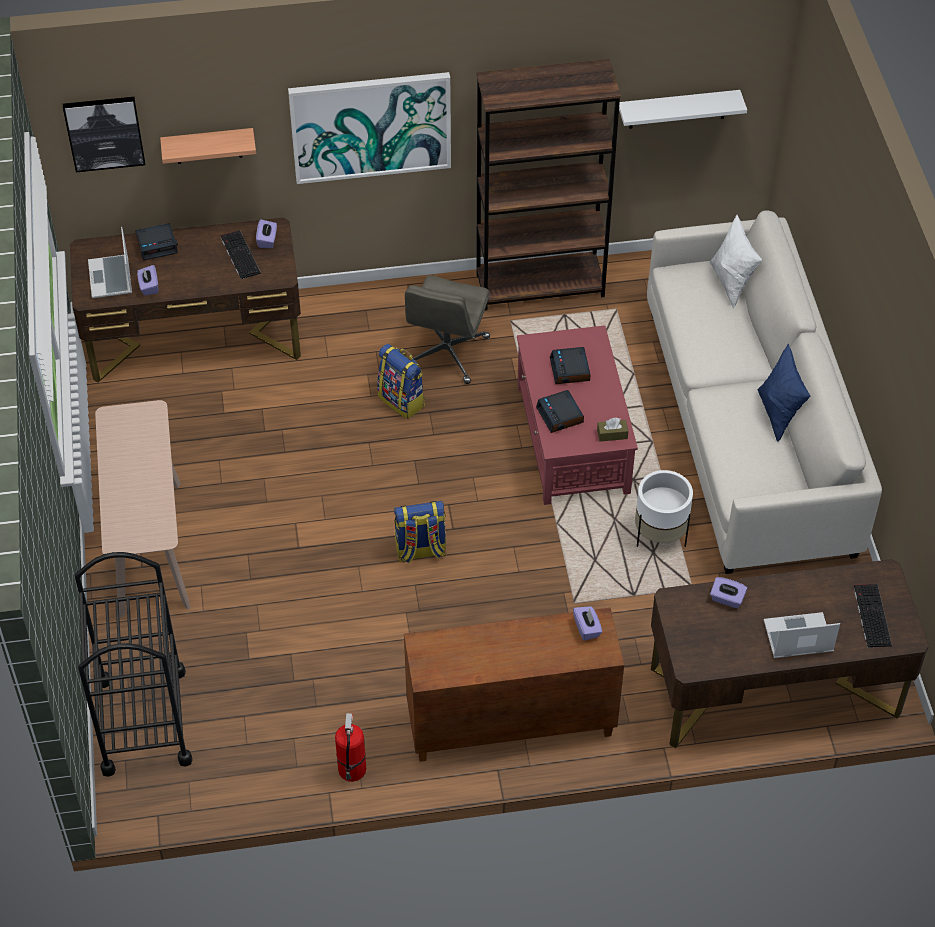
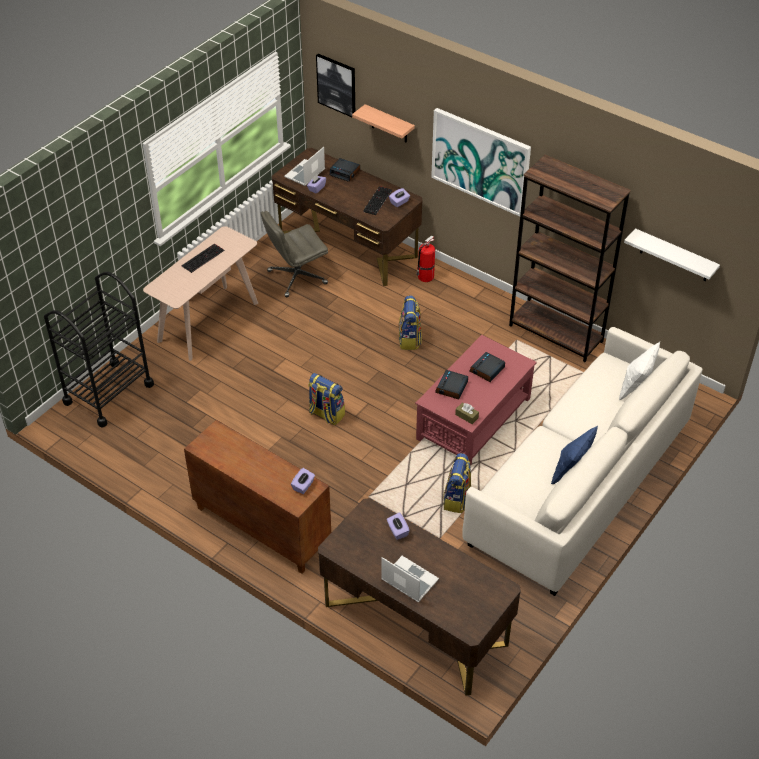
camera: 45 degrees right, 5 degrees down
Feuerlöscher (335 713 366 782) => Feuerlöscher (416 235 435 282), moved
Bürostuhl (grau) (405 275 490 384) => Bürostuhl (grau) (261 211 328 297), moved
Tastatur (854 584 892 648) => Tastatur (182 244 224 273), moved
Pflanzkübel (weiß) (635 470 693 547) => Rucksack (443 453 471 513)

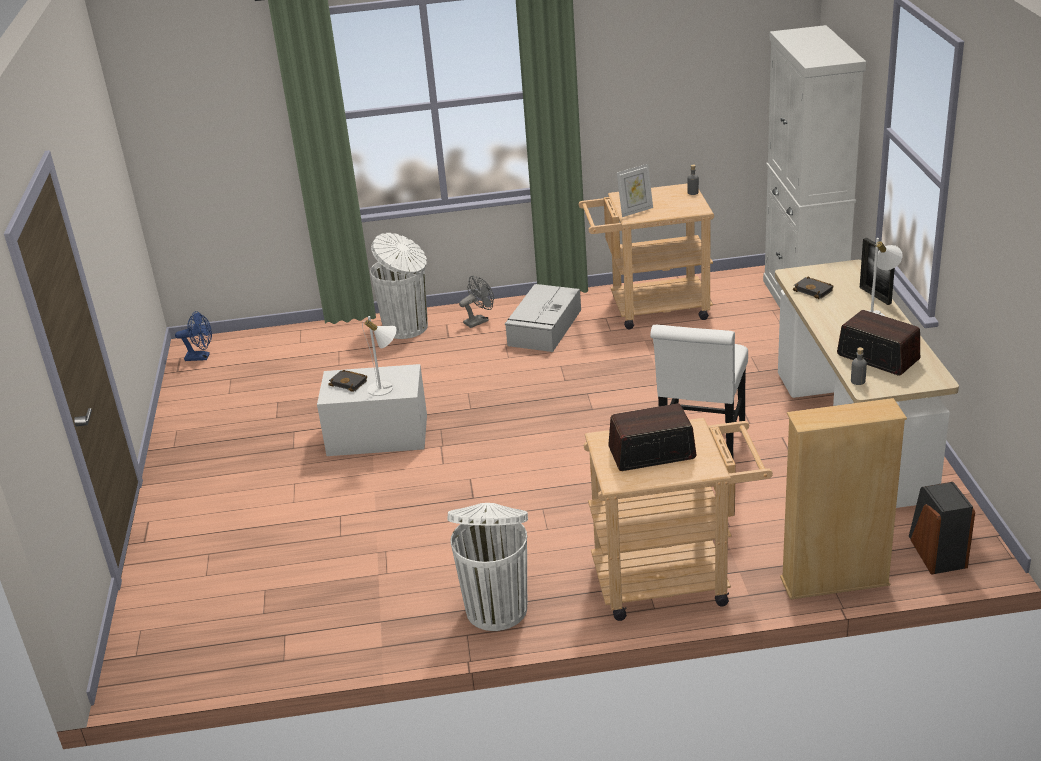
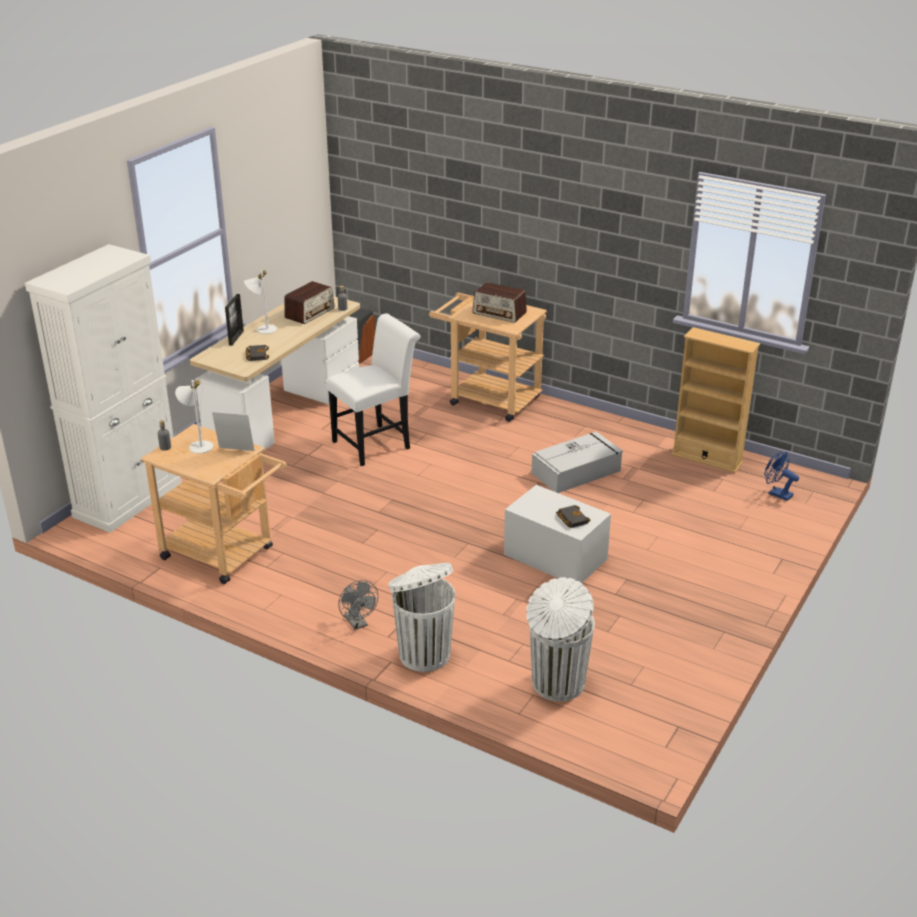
camera: 145 degrees left, 0 degrees up
Ventilator (blau) (175 311 212 361) => Ventilator (blau) (764 451 799 501), moved
Tischlampe (weiß) (362 316 396 396) => Tischlampe (weiß) (175 380 213 454), moved
Mülleimer (weiß) (447 503 528 631) => Mülleimer (weiß) (526 577 595 701), moved
Aufbewahrungsbox (grau) (505 284 581 352) => Aufbewahrungsbox (grau) (532 432 623 493), moved
Bücherregal (beige) (780 398 907 600) => Bücherregal (beige) (671 327 760 473), moved
Ventilator (grau) (459 276 494 328) => Ventilator (grau) (338 580 378 630), 120 degrees counterclockwise
Radio (837 310 920 376) => Radio (284 281 334 324), 135 degrees counterclockwise

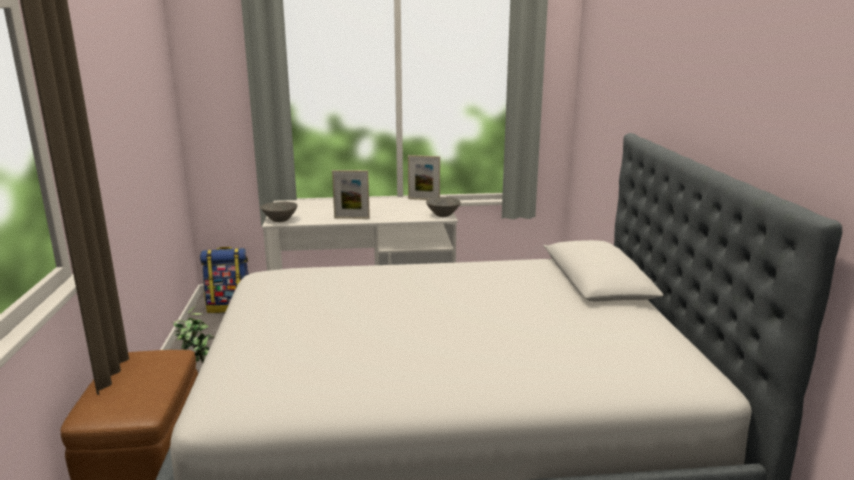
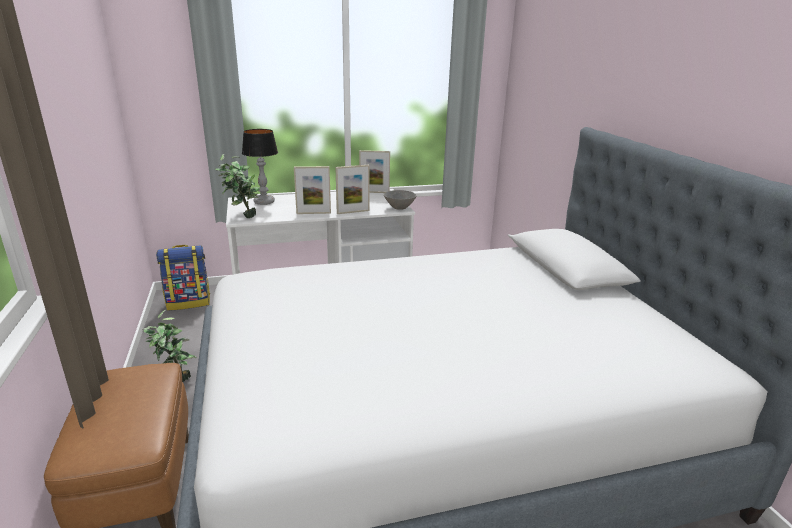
camera: 10 degrees left, 5 degrees up
nothing => Tischlampe (242 129 278 205)
nothing => Bilderrahmen (336 165 370 214)
Schüssel (grau) (260 201 297 222) => Topfpflanze (215 154 260 218)

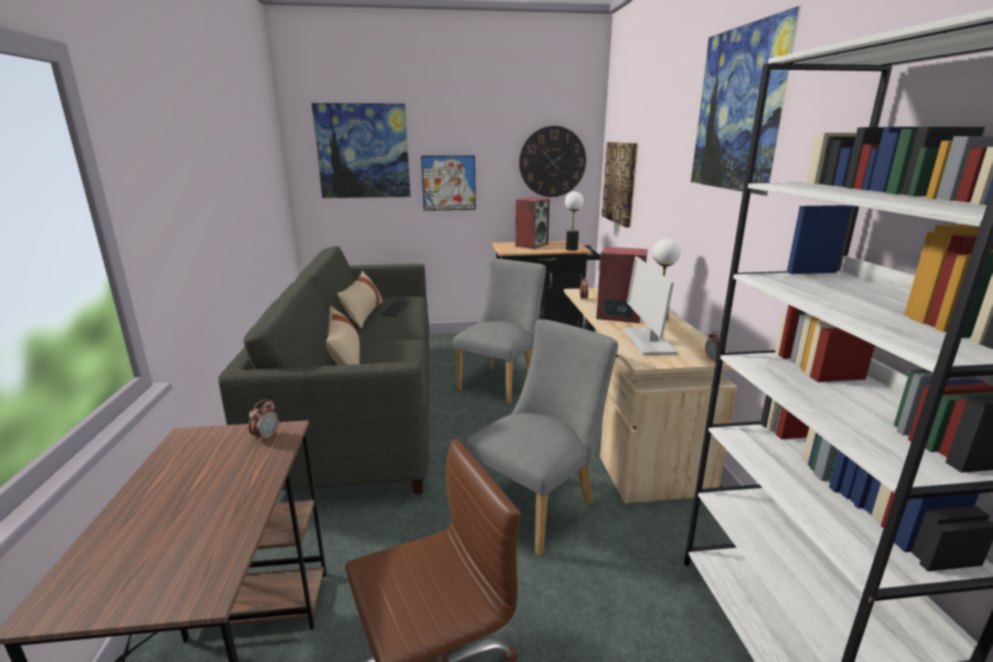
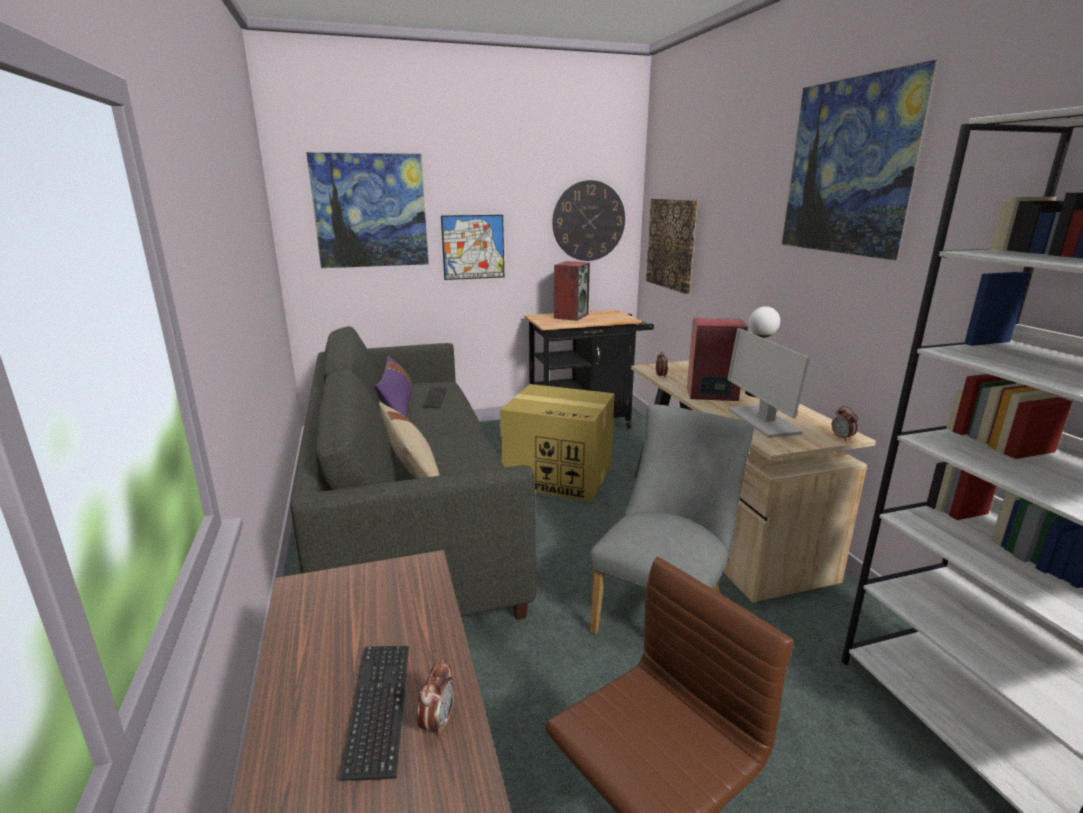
camera: 10 degrees left, 0 degrees up
Tischlampe (565 191 584 251) => nothing
nothing => Tastatur (339 646 409 781)
Wecker (248 399 279 443) => Wecker (417 659 455 738), moved
Stuhl (grau) (453 259 546 404) => Karton (500 384 615 502)
Kissen (beige) (337 271 383 328) => Kissen (lila) (376 356 413 418)

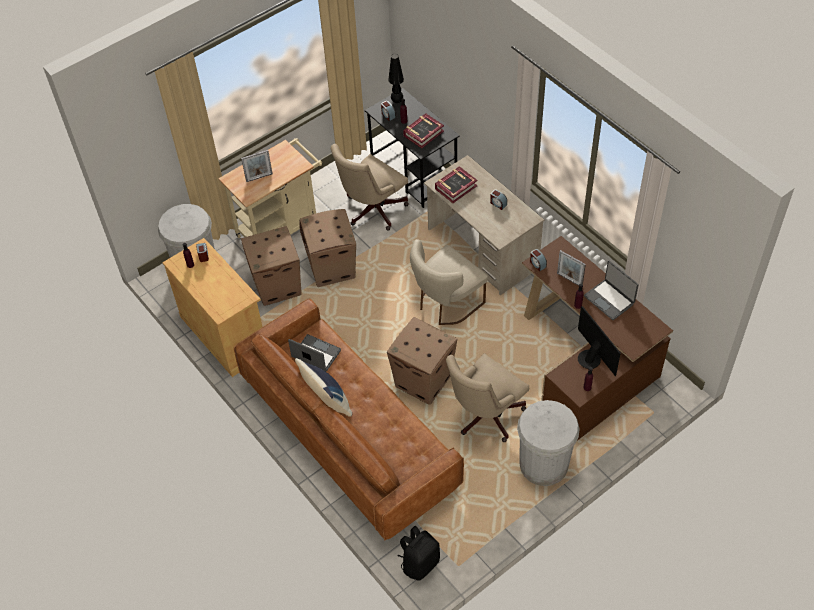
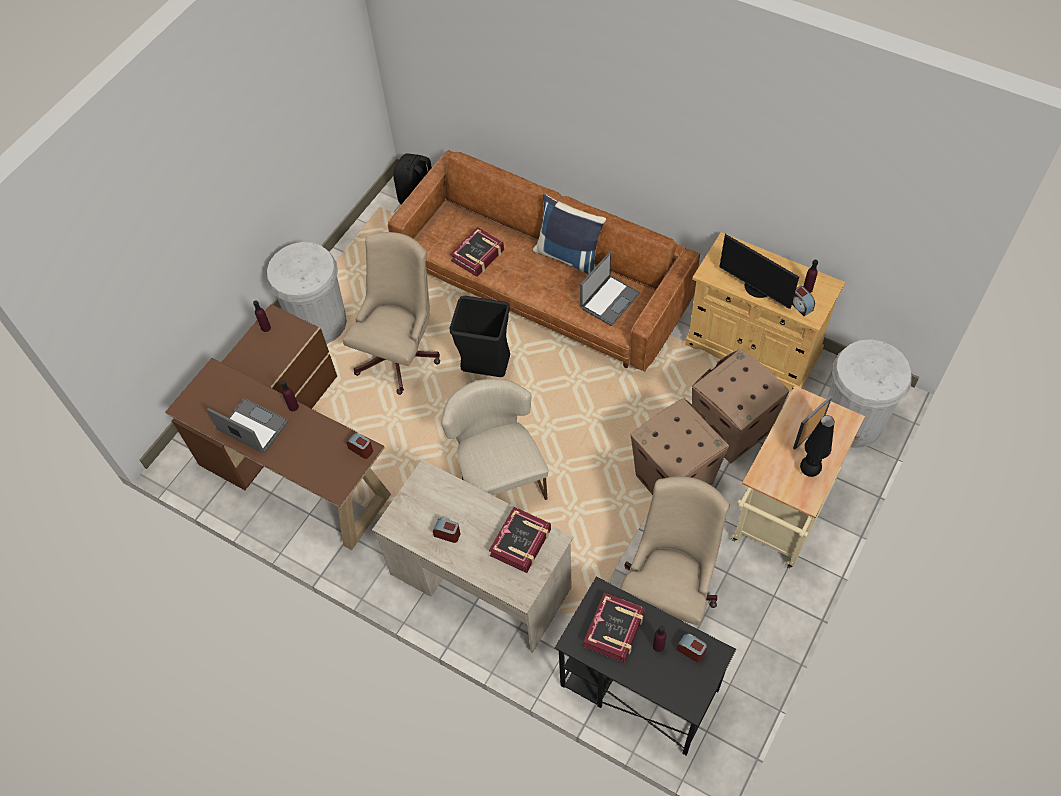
camera: 160 degrees right, 5 degrees up
Bilderrahmen (557 250 586 286) => nothing
nothing => Buch (450 227 504 277)
Tischlampe (schwarz) (388 54 404 103) => Tischlampe (schwarz) (800 415 834 477), moved
Monitor (578 306 621 376) => Monitor (720 234 799 309), moved
Karton (387 317 457 405) => Mülleimer (schwarz) (450 296 510 377)
Laptop (288 334 341 371) => Laptop (580 252 640 326), 60 degrees counterclockwise
Stuhl (beige) (410 239 488 325) => Stuhl (beige) (441 379 548 500), 45 degrees counterclockwise

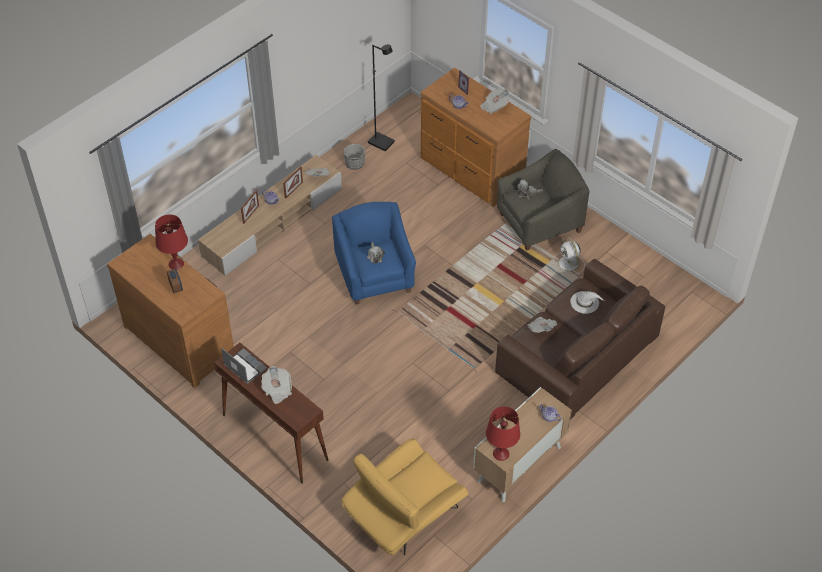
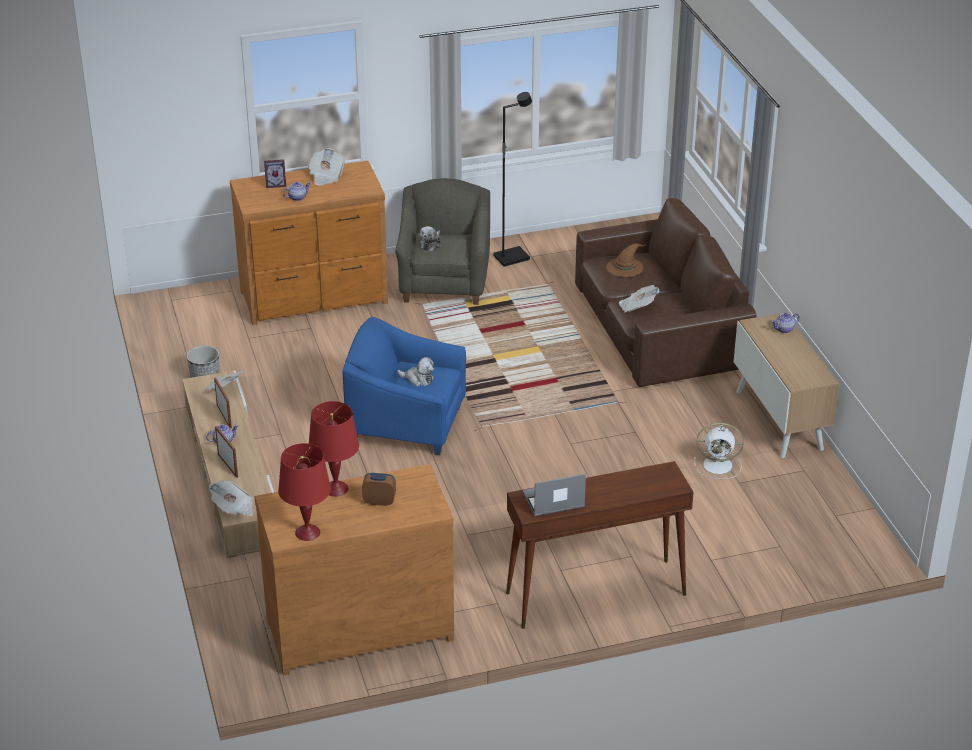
camera: 60 degrees left, 15 degrees down
Sessel (gelb) (342 439 469 555) => nothing
Zeitung (261 366 292 404) => Zeitung (209 480 253 516), moved
Stehlampe (schwarz) (368 44 395 151) => Stehlampe (schwarz) (493 92 532 267), moved
Tischlampe (rot) (486 406 520 461) => Tischlampe (rot) (278 443 331 541), moved
Ventilator (weiß) (553 236 585 275) => Ventilator (weiß) (694 423 743 479), moved
Hut (weiß) (570 291 606 314) => Hut (braun) (606 244 646 277)

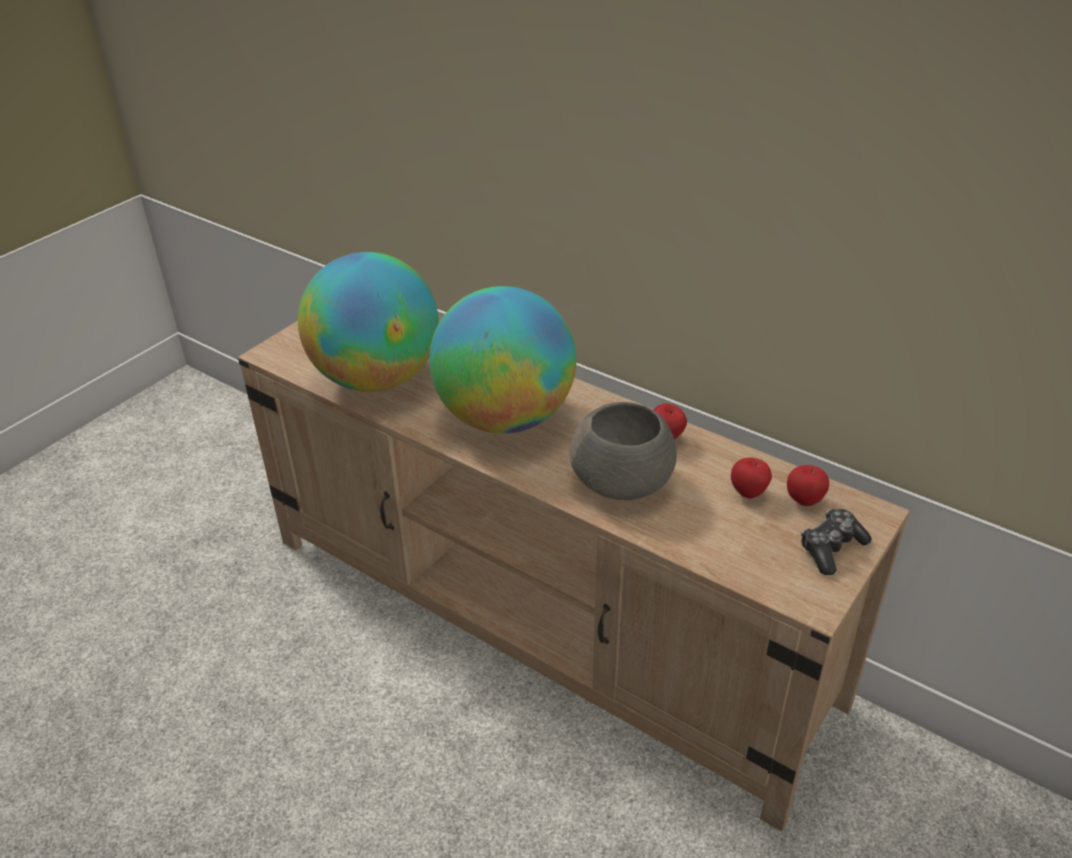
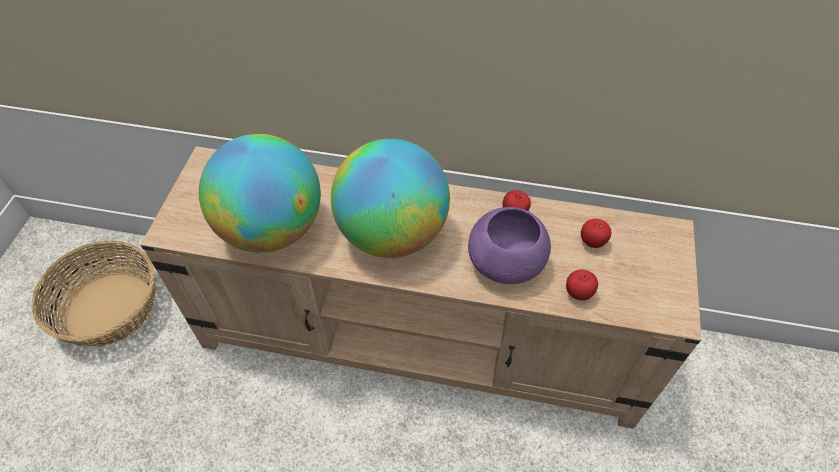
camera: 25 degrees left, 15 degrees up
Gamepad (801 509 872 575) => nothing
nothing => Korb (31 240 156 346)
Apfel (787 465 829 506) => Apfel (566 269 598 300), moved
Schüssel (grau) (569 402 677 500) => Schüssel (lila) (468 207 551 284)

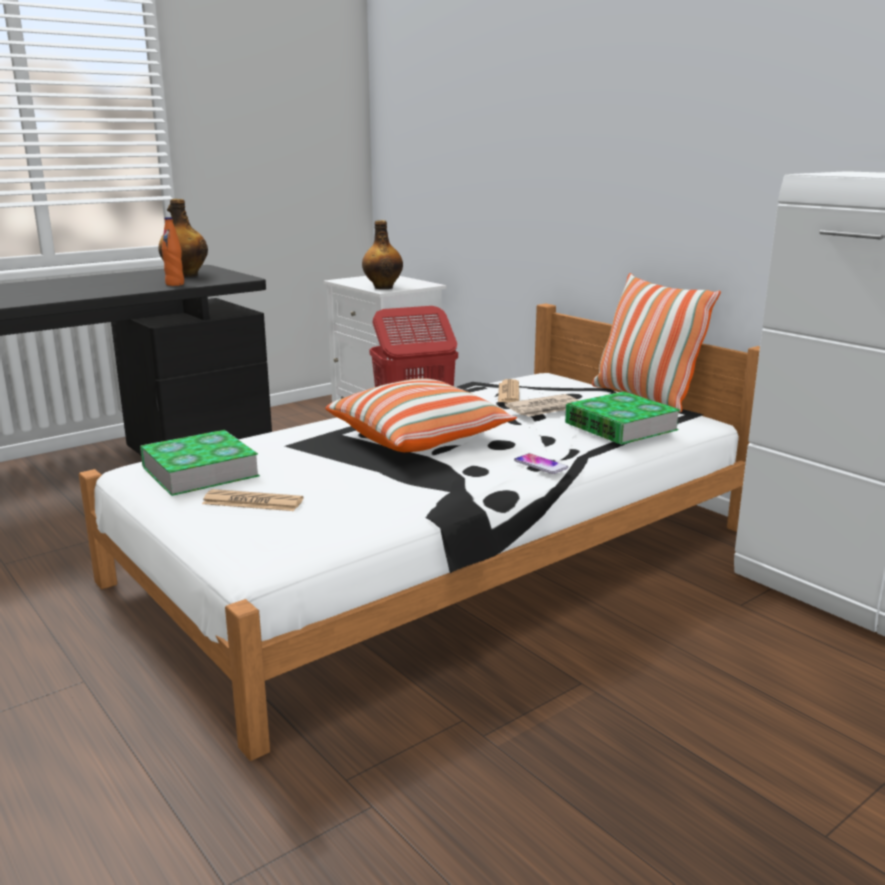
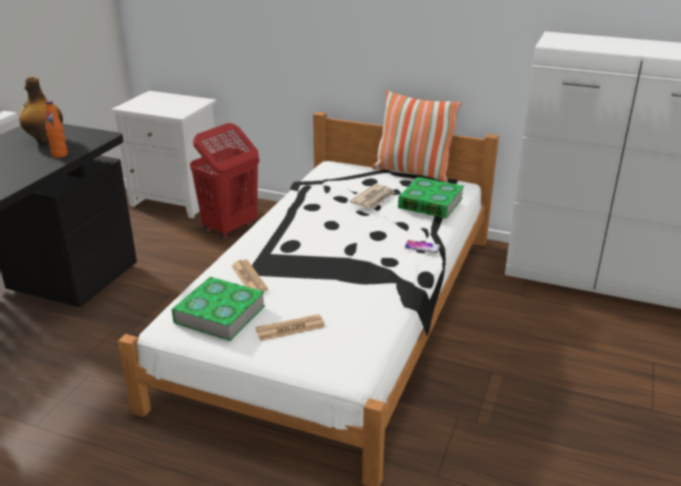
camera: 30 degrees left, 10 degrees up
Kissen (325 378 517 452) => nothing
Flasche (362 220 403 289) => nothing
Zeitung (498 379 519 403) => Zeitung (232 259 268 291), moved

